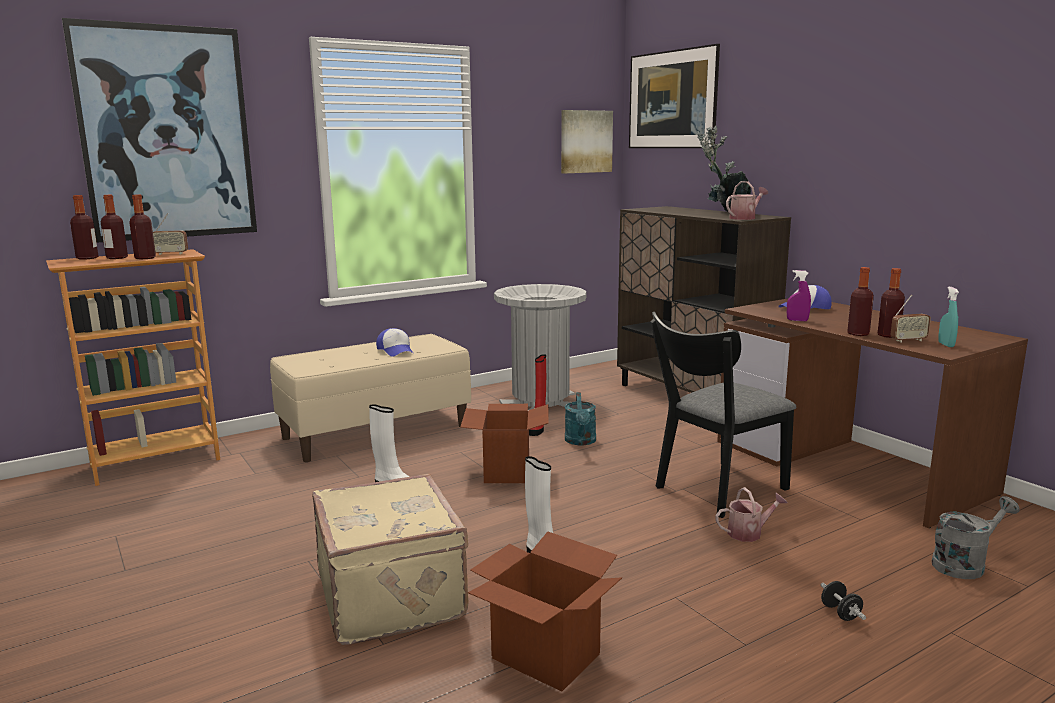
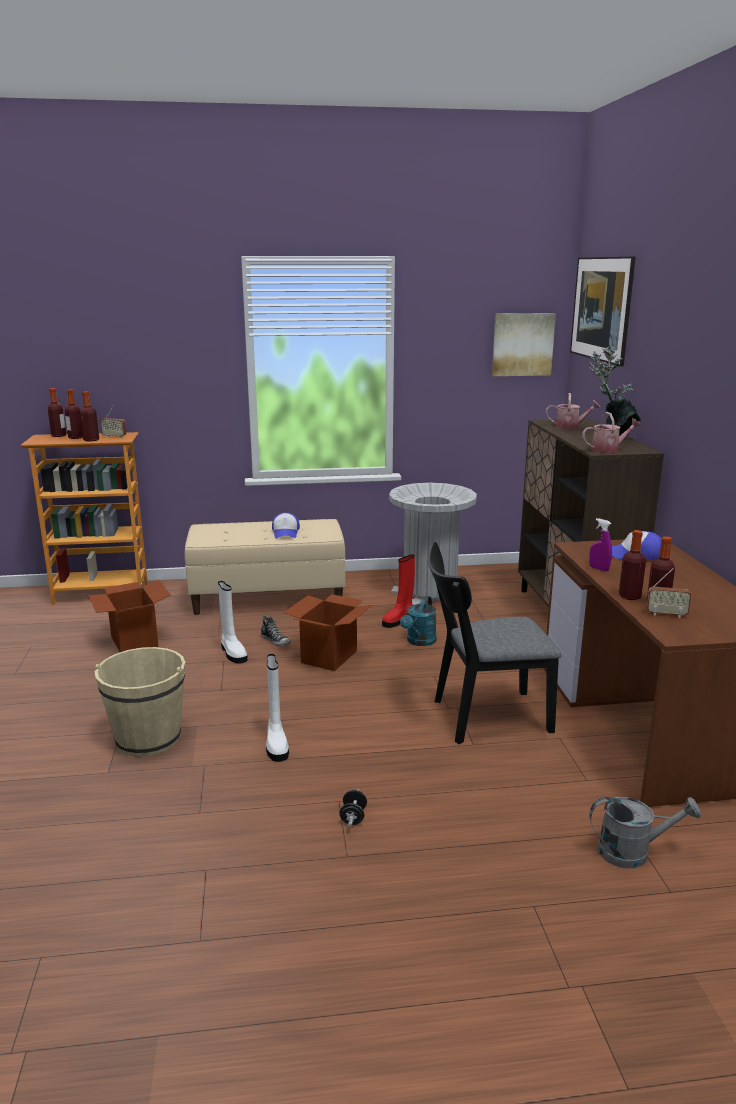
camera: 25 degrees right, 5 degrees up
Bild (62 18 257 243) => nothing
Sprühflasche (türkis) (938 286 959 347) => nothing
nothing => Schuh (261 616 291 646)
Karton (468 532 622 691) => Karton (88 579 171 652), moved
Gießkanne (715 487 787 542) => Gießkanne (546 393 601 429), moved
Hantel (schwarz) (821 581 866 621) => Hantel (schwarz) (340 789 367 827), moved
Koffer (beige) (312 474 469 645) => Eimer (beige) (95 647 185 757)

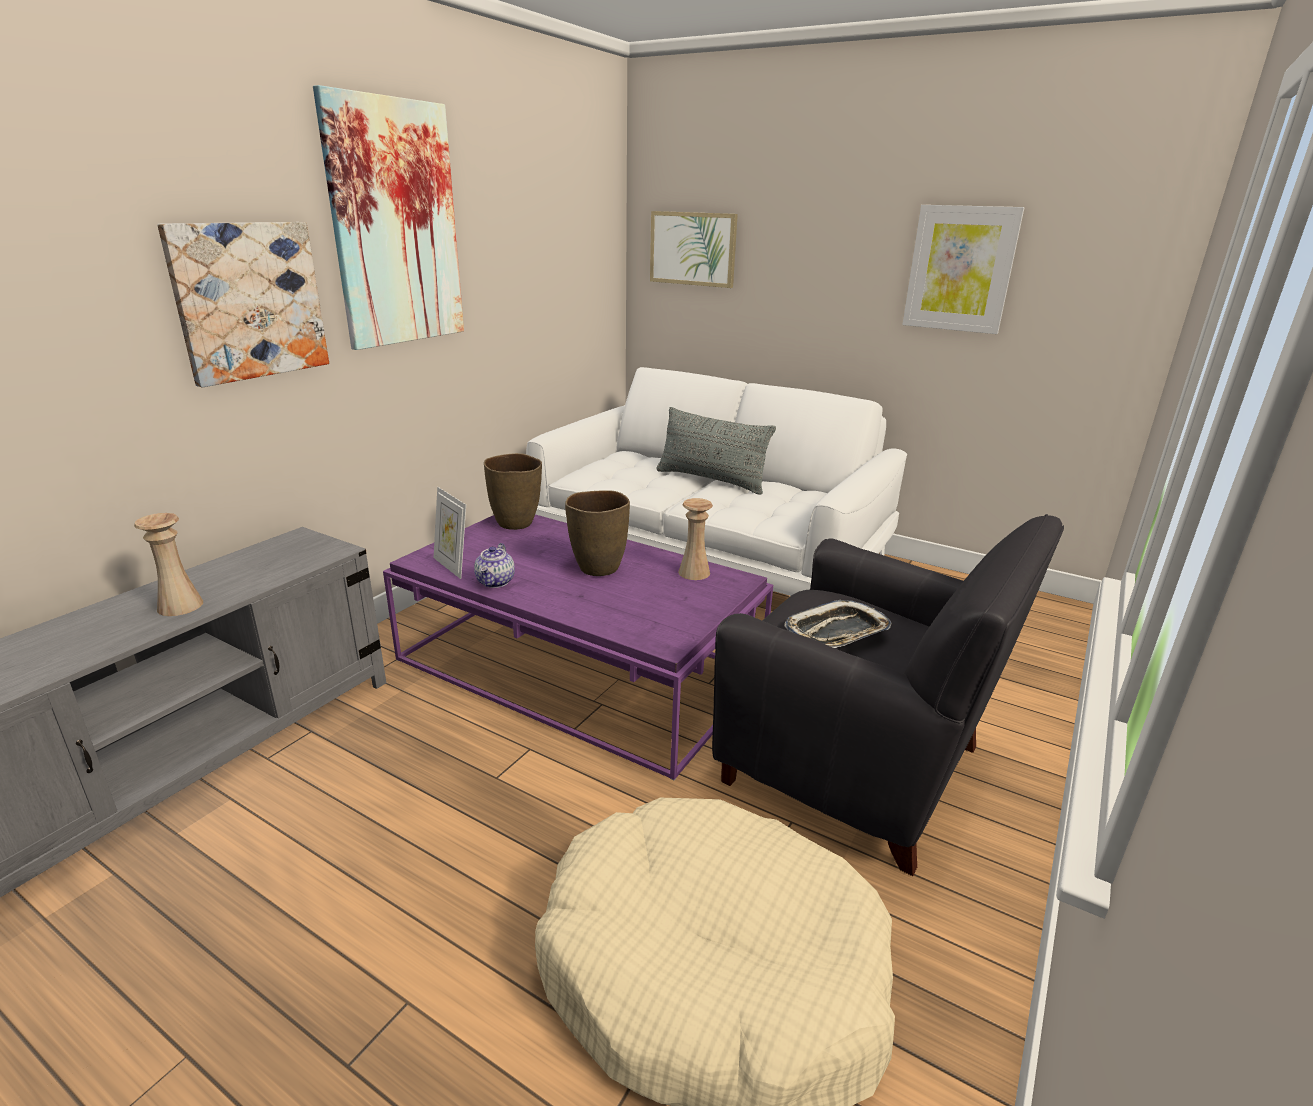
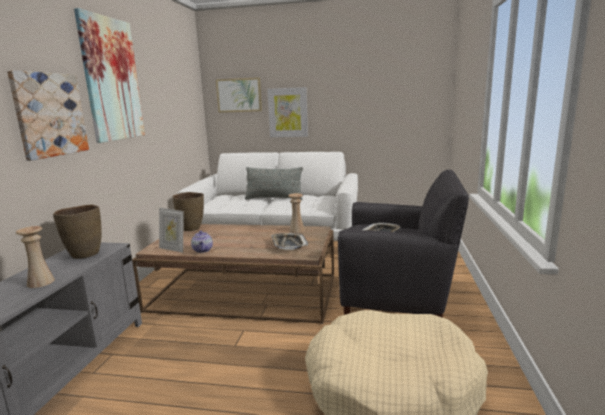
camera: 20 degrees left, 10 degrees down
nothing => Tablett (271 233 308 250)
Vase (braun) (565 490 630 576) => Vase (braun) (53 205 102 259), moved
Bild (902 205 1024 334) => Bild (267 87 308 137), moved
Couchtisch (lila) (383 514 773 780) => Couchtisch (braun) (132 224 334 324)

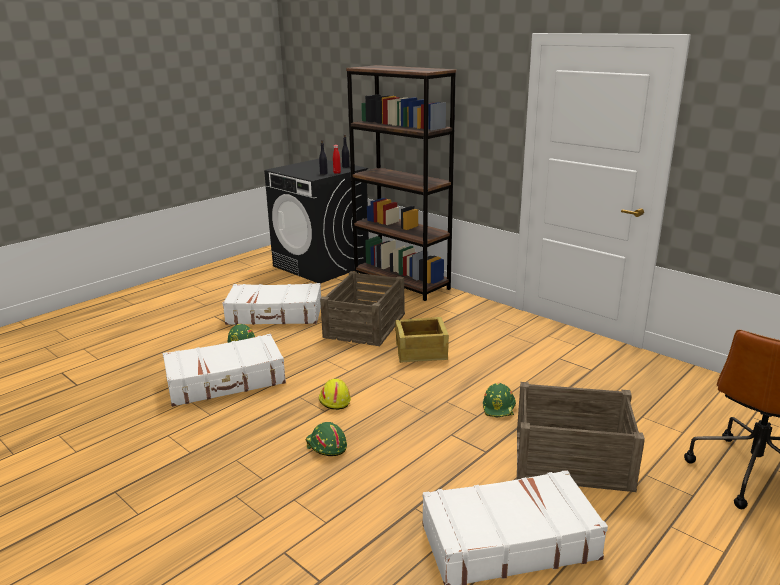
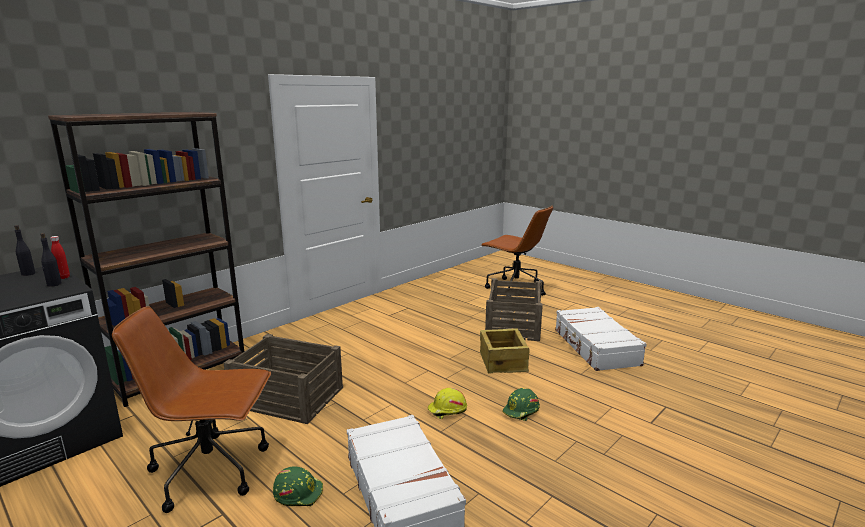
camera: 90 degrees left, 5 degrees down
Schutzhelm (grün) (483 383 516 417) => nothing
Kiste (395 317 449 362) => Kiste (480 328 530 373), moved
Koffer (weiß) (222 283 321 325) => Bürostuhl (braun) (112 306 271 513)

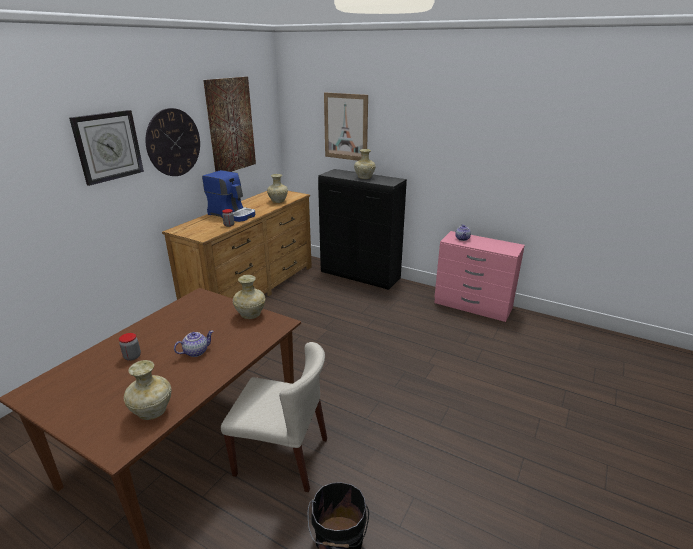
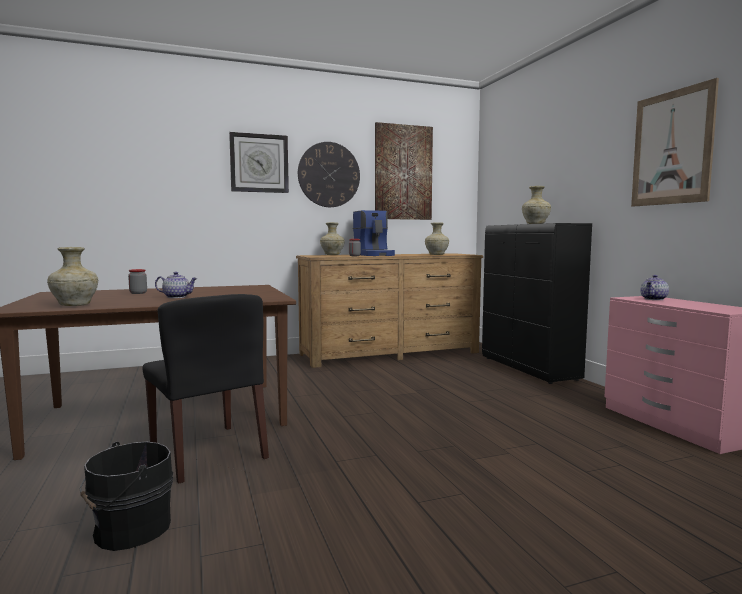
camera: 40 degrees right, 20 degrees down
Vase (beige) (233 275 265 319) => Vase (beige) (320 222 345 255), moved
Bild (324 93 368 161) => Bild (631 78 719 207), moved
Stuhl (beige) (221 342 327 492) => Stuhl (schwarz) (143 294 269 484)

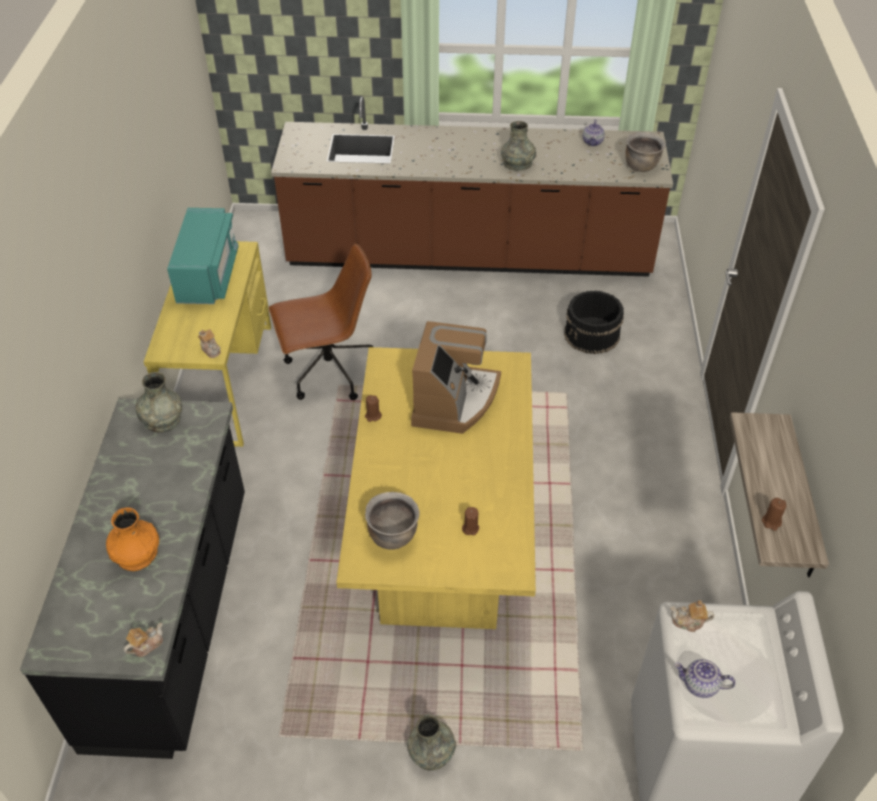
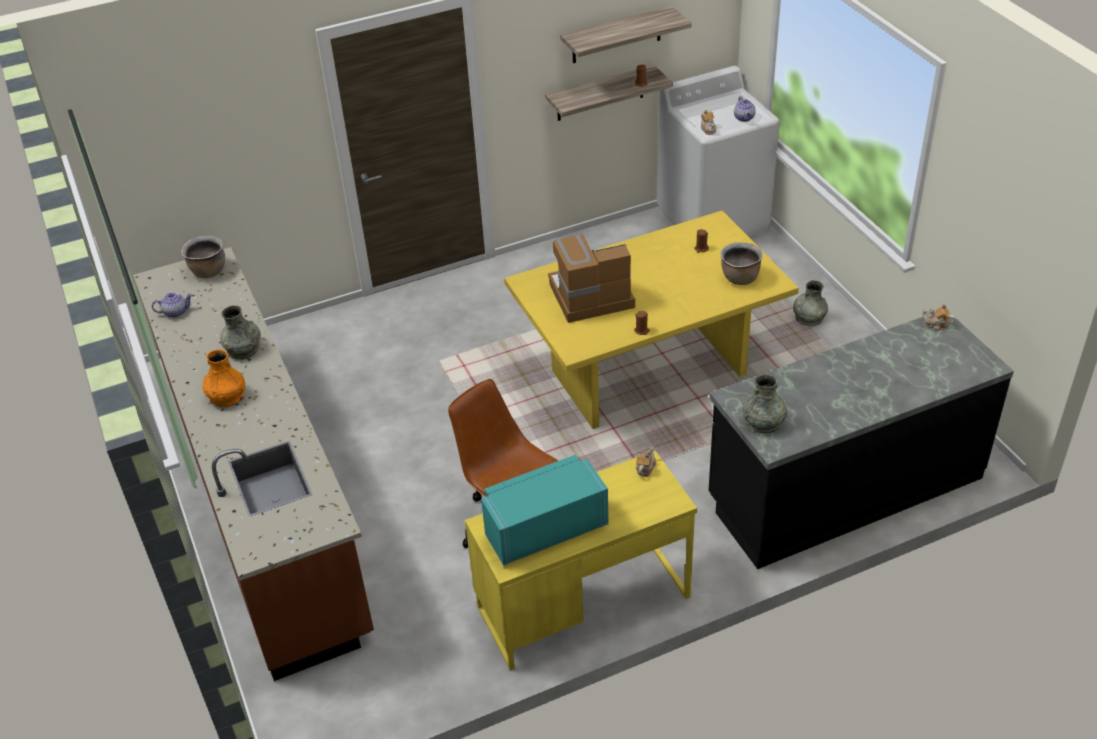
camera: 115 degrees left, 5 degrees down
Eimer (schwarz) (564 290 624 354) => nothing
nothing => Wandregal (560 6 692 63)
Vase (orange) (106 507 159 571) => Vase (orange) (203 350 245 407), moved

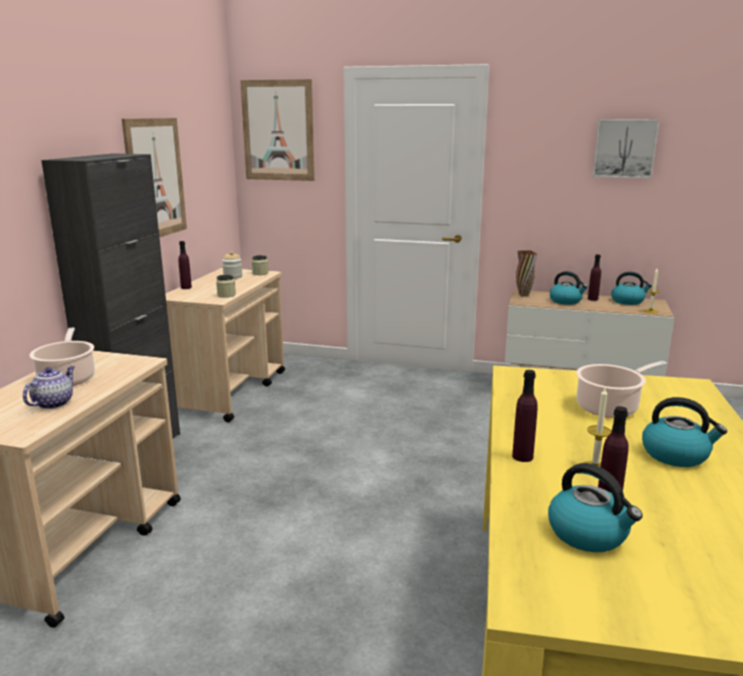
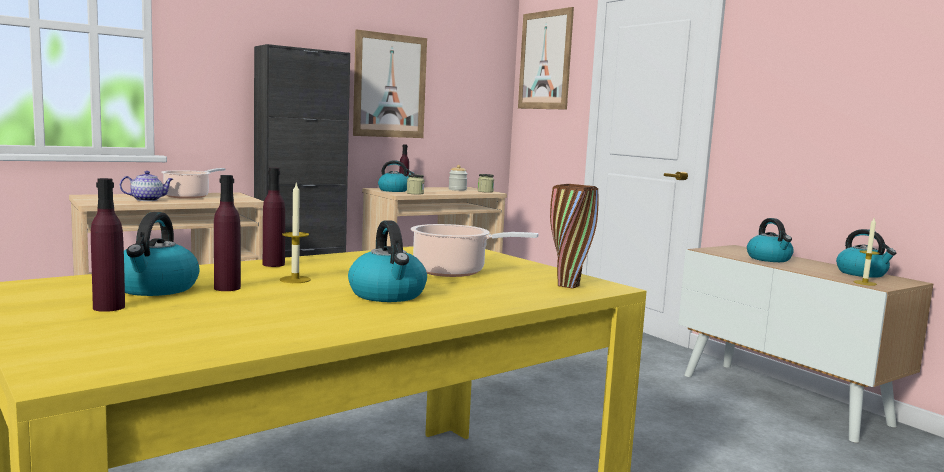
camera: 40 degrees right, 10 degrees down
Bild (593 119 659 178) => nothing
nothing => Wasserkessel (378 160 415 192)
Vase (braun) (516 250 537 297) => Vase (braun) (550 184 599 289), moved
Flasche (lila) (588 254 601 301) => Flasche (lila) (91 178 125 312), moved

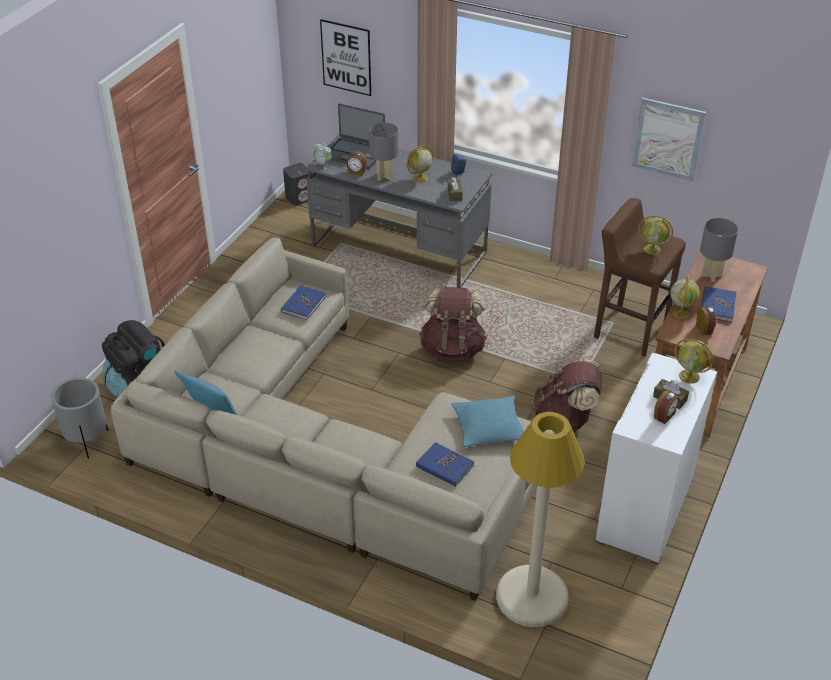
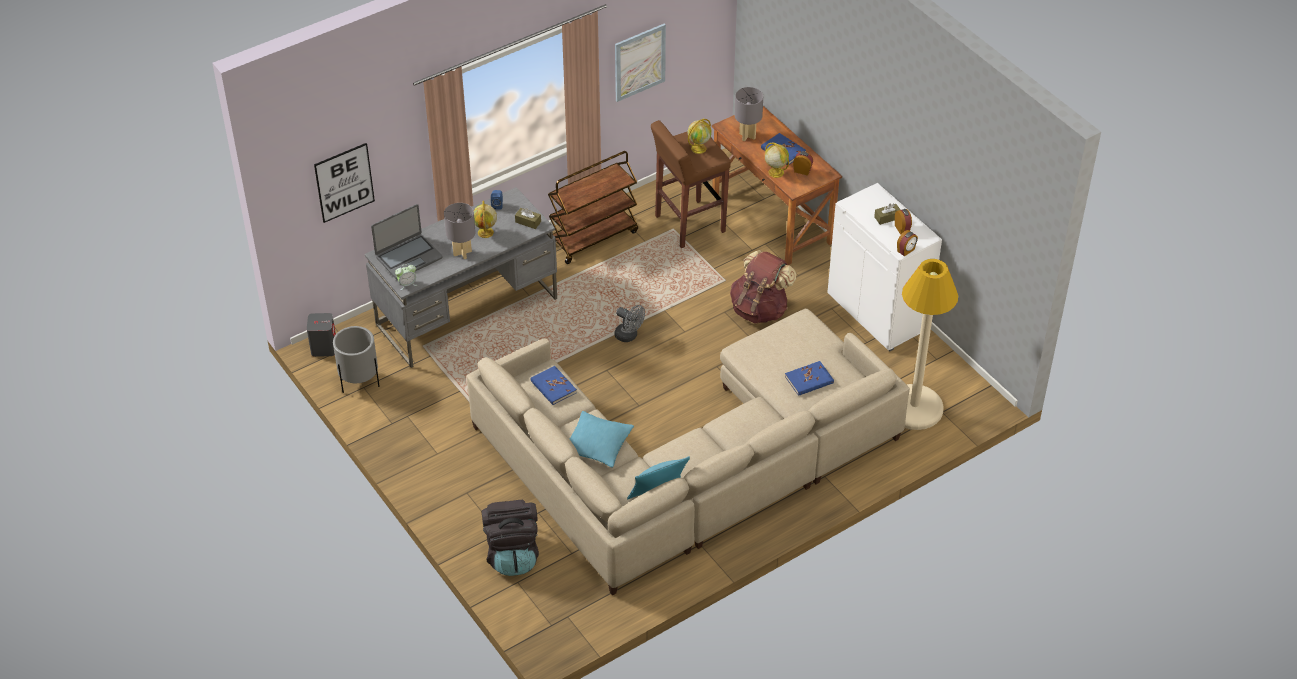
camera: 60 degrees left, 5 degrees up
Globus (675 339 714 384) => nothing
nothing => Rollwagen (braun) (548 151 638 264)
Pflanzkübel (grau) (51 378 108 459) => Pflanzkübel (grau) (333 326 380 393), moved
Wecker (346 151 367 176) => Wecker (897 230 918 256), moved
Kissen (türkis) (451 396 524 447) => Kissen (türkis) (570 411 634 467), moved
Rucksack (braun) (419 287 487 363) => Ventilator (grau) (614 305 645 342)

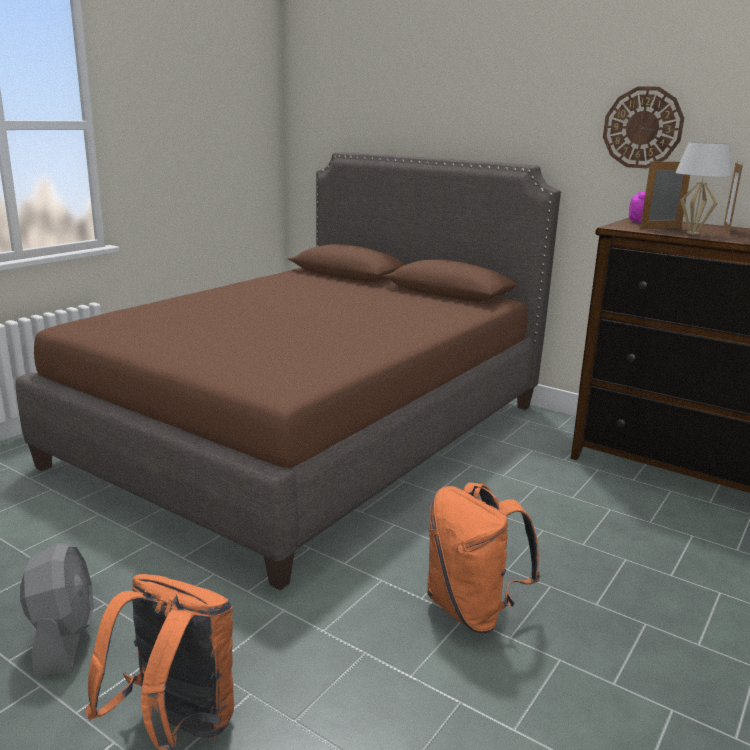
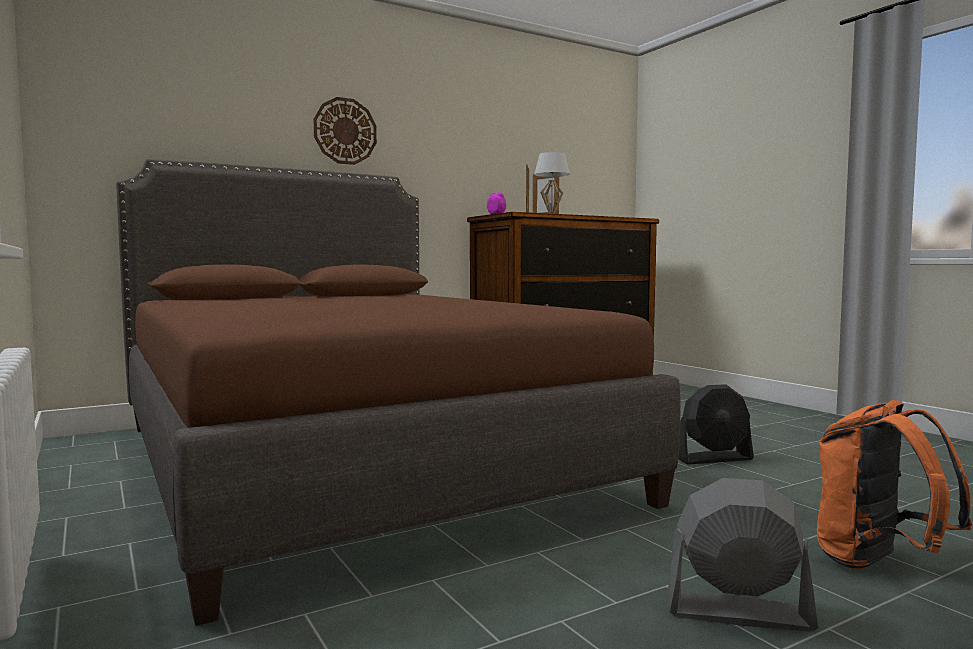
camera: 65 degrees left, 15 degrees down
Wanduhr (603 87 684 169) => Wanduhr (314 97 377 165), moved
Rucksack (orange) (427 482 540 633) => Ventilator (schwarz) (678 384 754 465)

